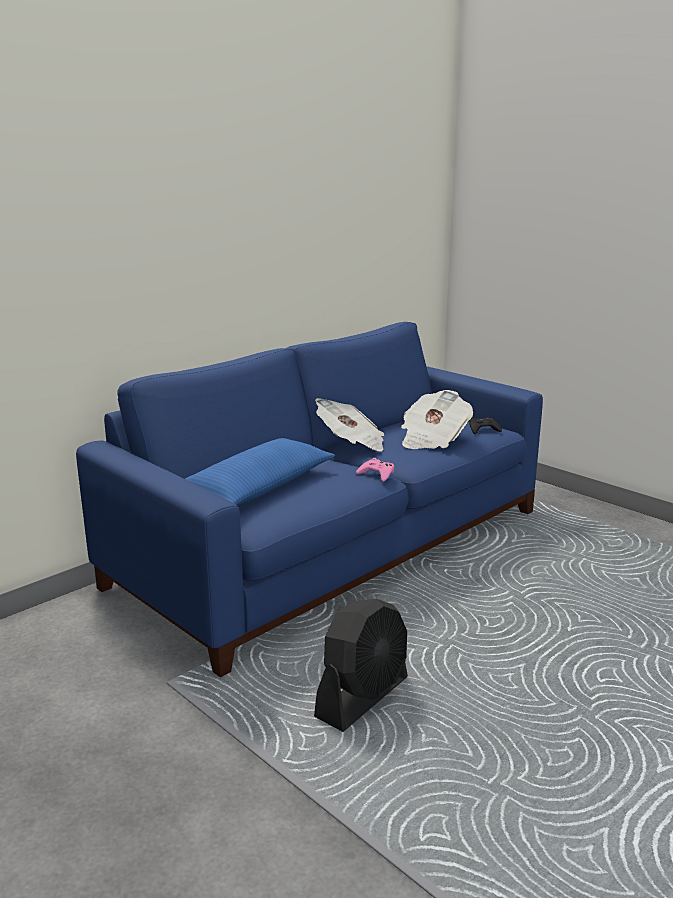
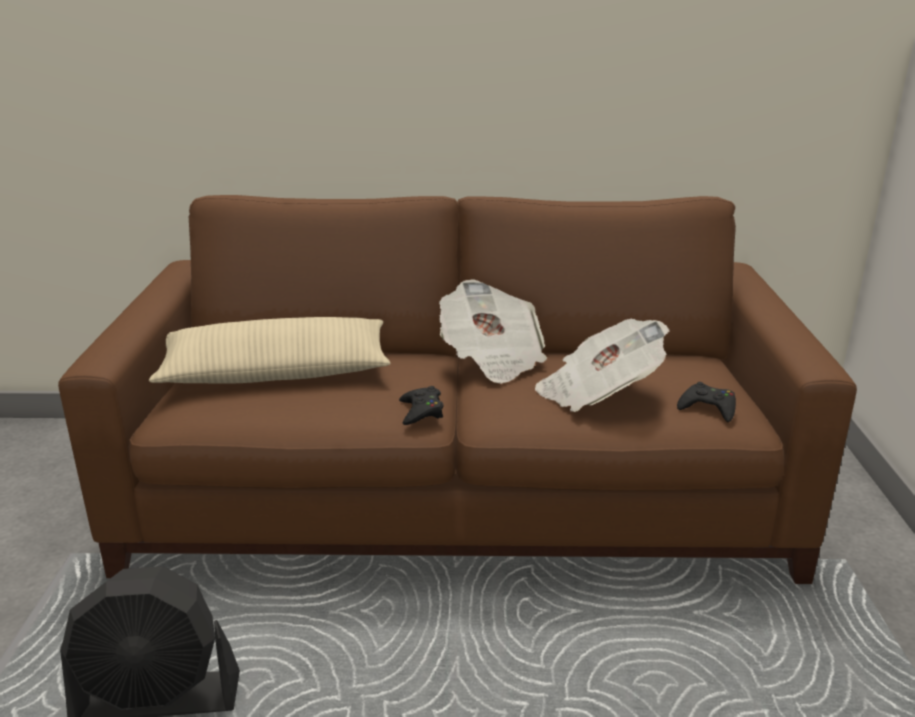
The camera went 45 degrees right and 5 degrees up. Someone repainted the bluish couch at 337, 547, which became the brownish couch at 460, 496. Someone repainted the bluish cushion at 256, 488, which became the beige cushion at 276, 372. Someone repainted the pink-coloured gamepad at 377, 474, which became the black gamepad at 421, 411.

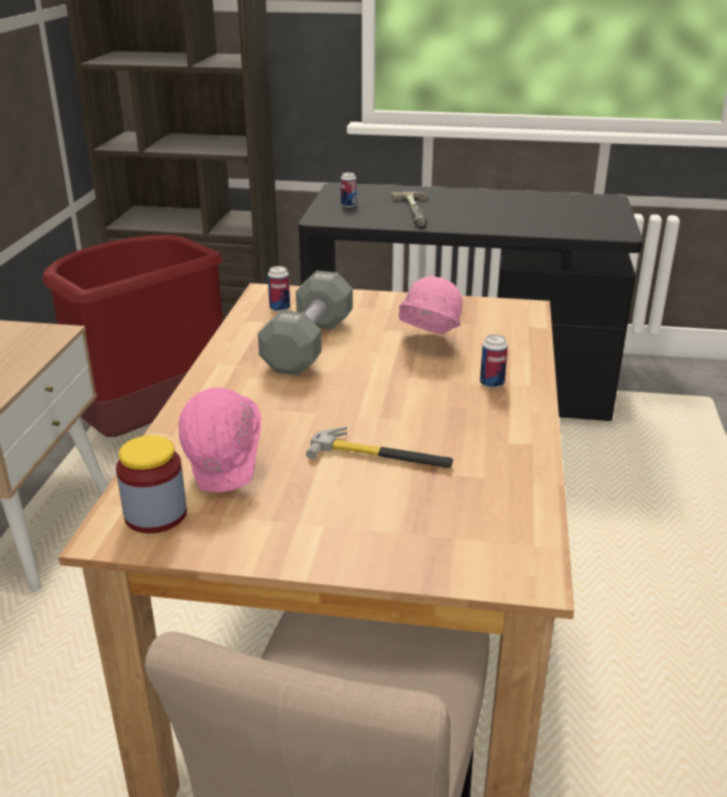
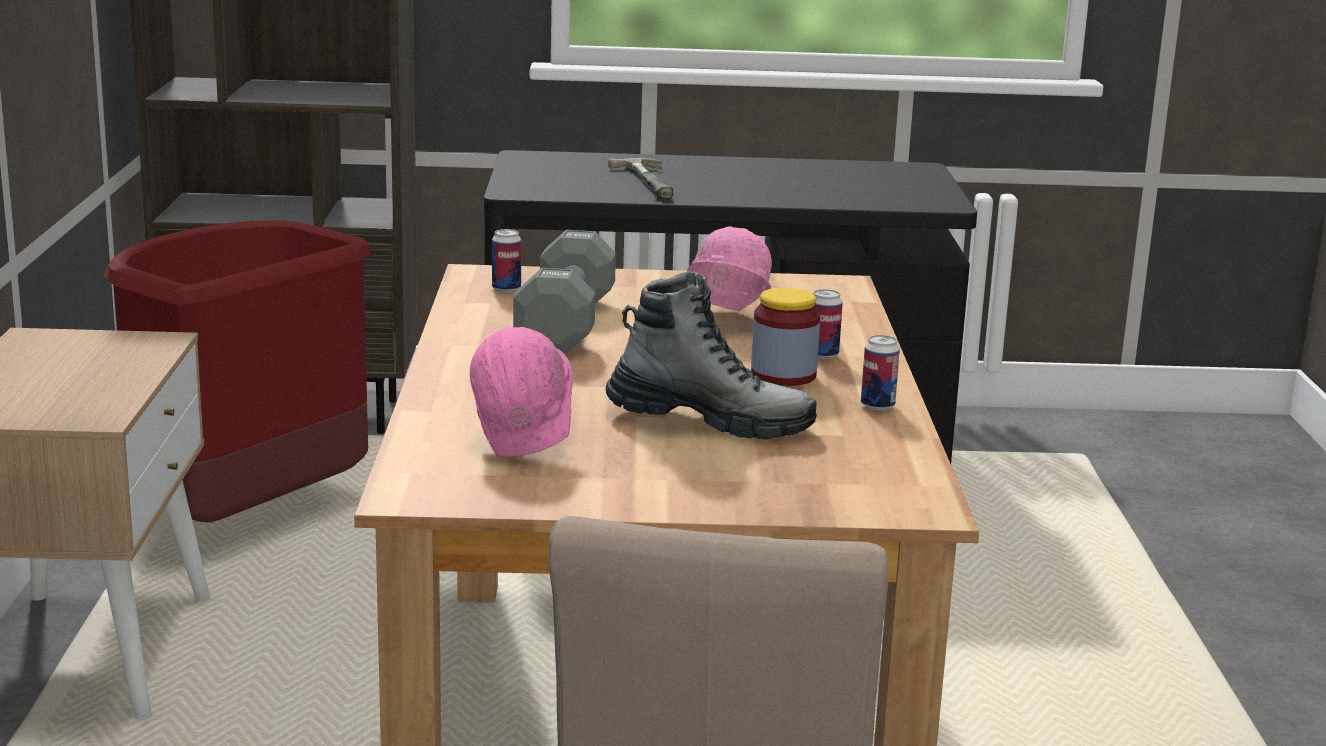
The camera went 10 degrees left and 10 degrees down. Someone swapped the hand hammer at 381, 456 for the tall boot at 710, 421. Someone carried the preserve jar from 155, 515 to 783, 375. Someone carried the can from 348, 205 to 877, 405.

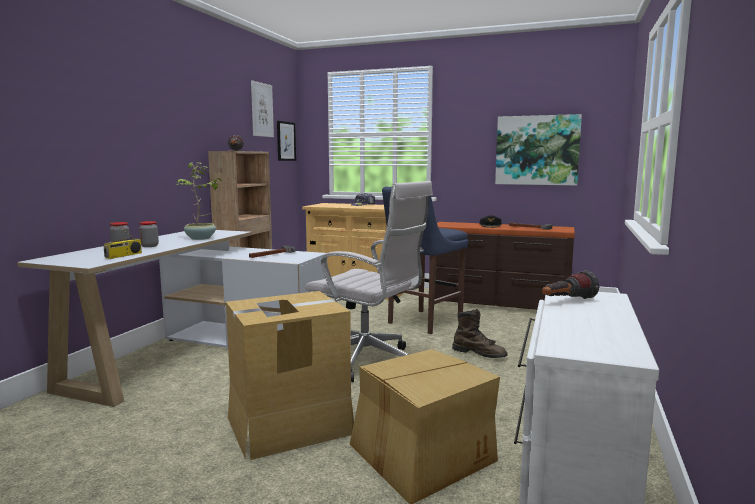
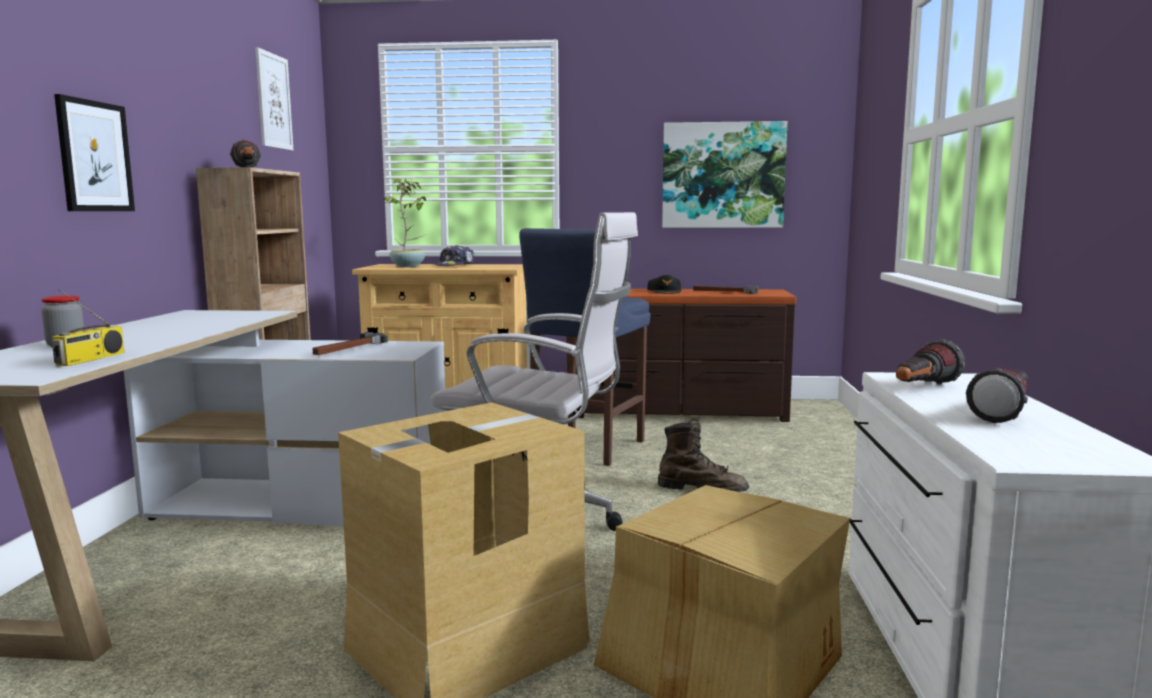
The camera went 15 degrees left and 0 degrees up. Someone carried the picture from 286, 141 to 94, 156. Someone carried the plant in a pot from 201, 238 to 408, 266. Someone put down the flashlight at 1004, 413. Someone took away the preserve jar at 149, 246.

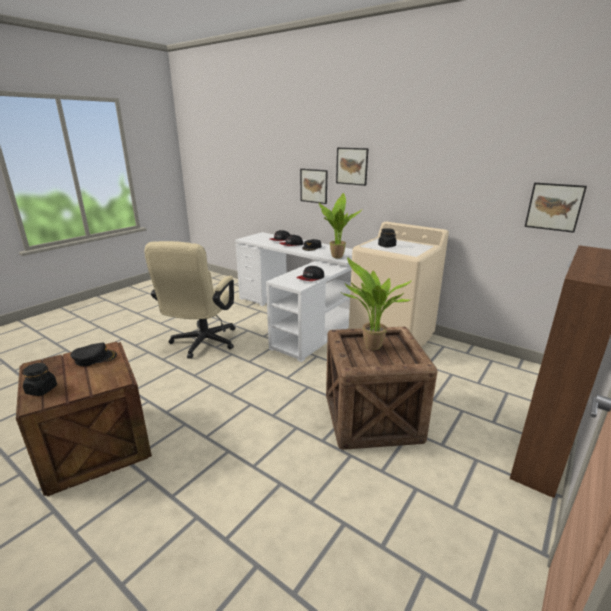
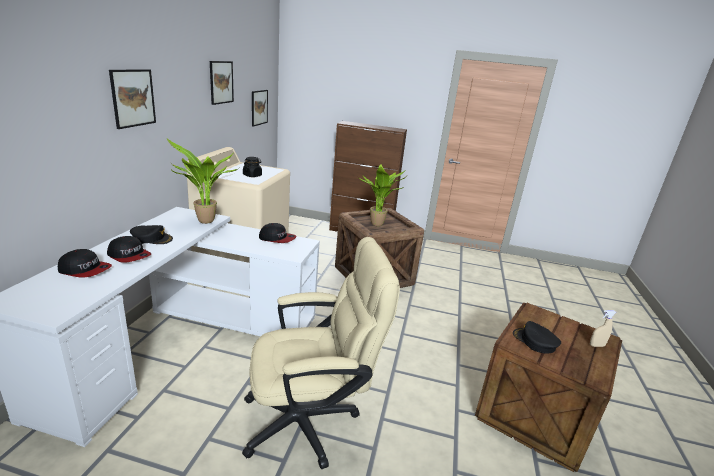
The camera went 115 degrees left and 0 degrees up. Someone carried the picture from 313, 186 to 221, 82. Someone swapped the black preserve jar at 41, 390 for the beige sprayer at 596, 345.

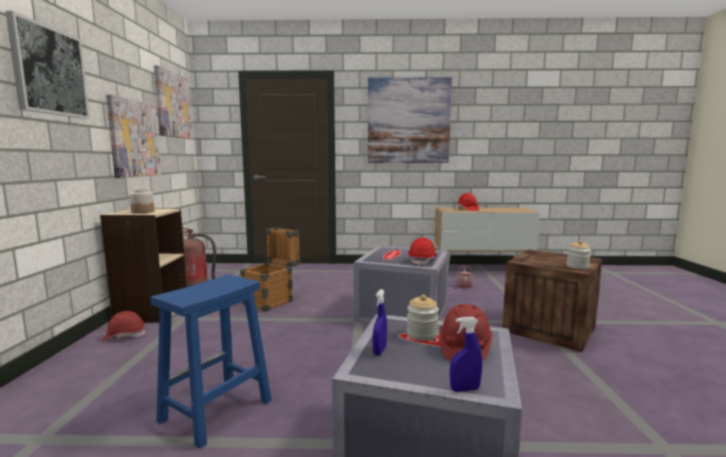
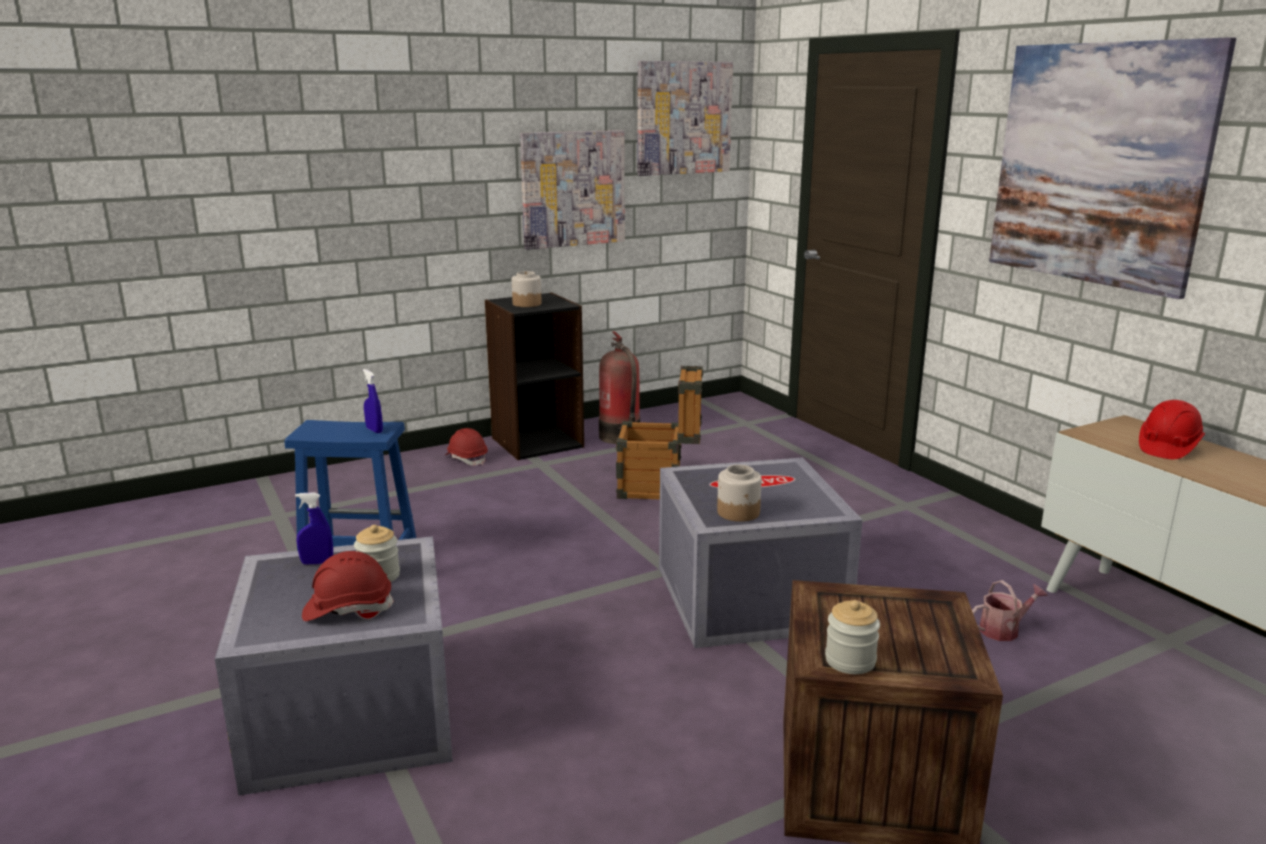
The camera went 60 degrees right and 10 degrees up. Someone carried the bluish sprayer from 465, 389 to 374, 430. Someone repainted the beige bookcase at 151, 312, which became the black bookcase at 537, 442. Someone swapped the red safety helmet at 422, 261 for the preserve jar at 739, 512. Someone took away the picture at 49, 71.

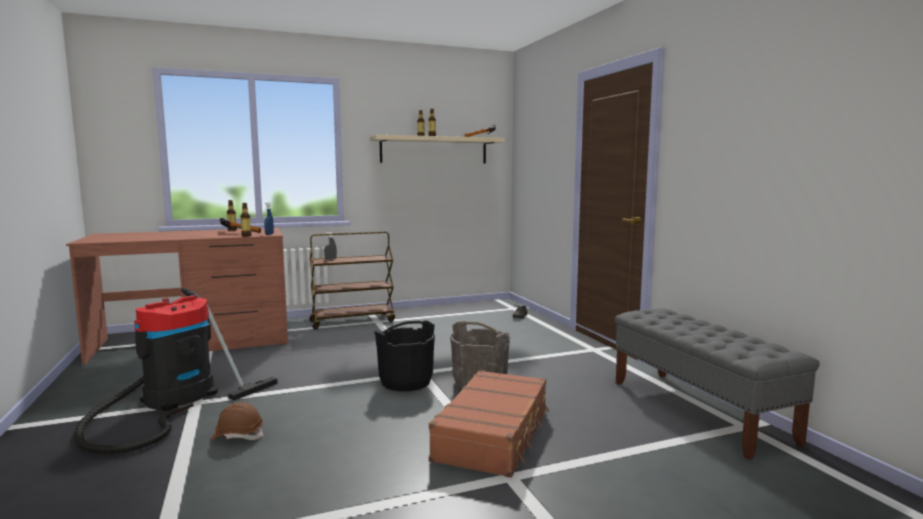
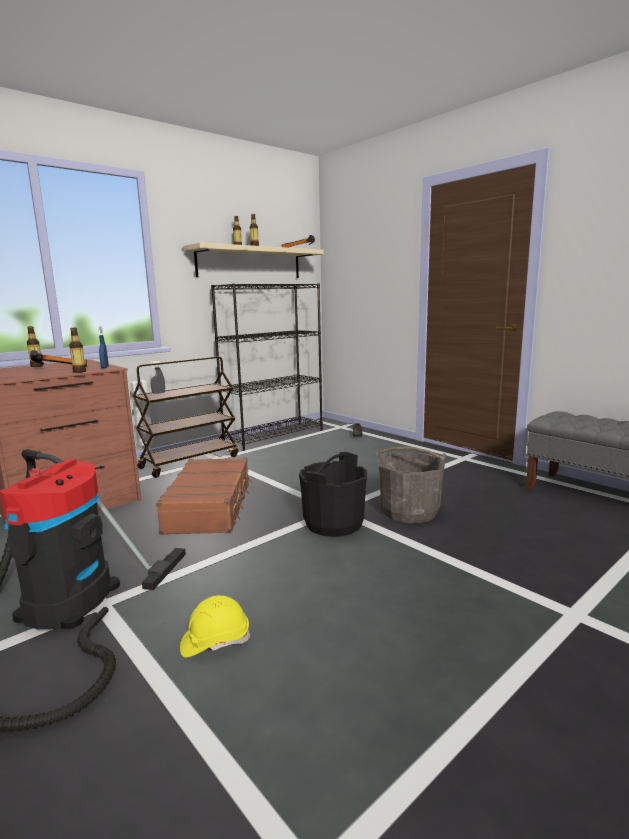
The camera went 20 degrees left and 5 degrees up. Someone carried the brownish travel case from 494, 434 to 210, 507. Someone repainted the brownish safety helmet at 237, 436, which became the yellowish safety helmet at 215, 641. Someone put down the black bookcase at 274, 436.

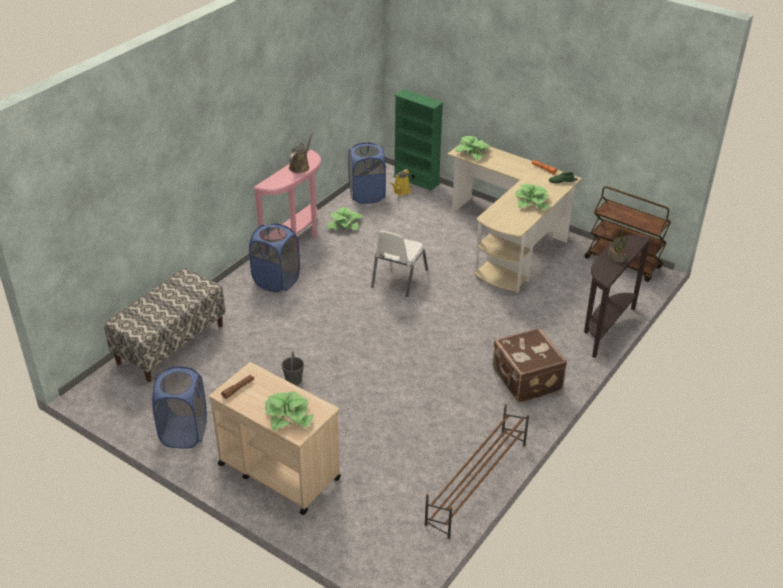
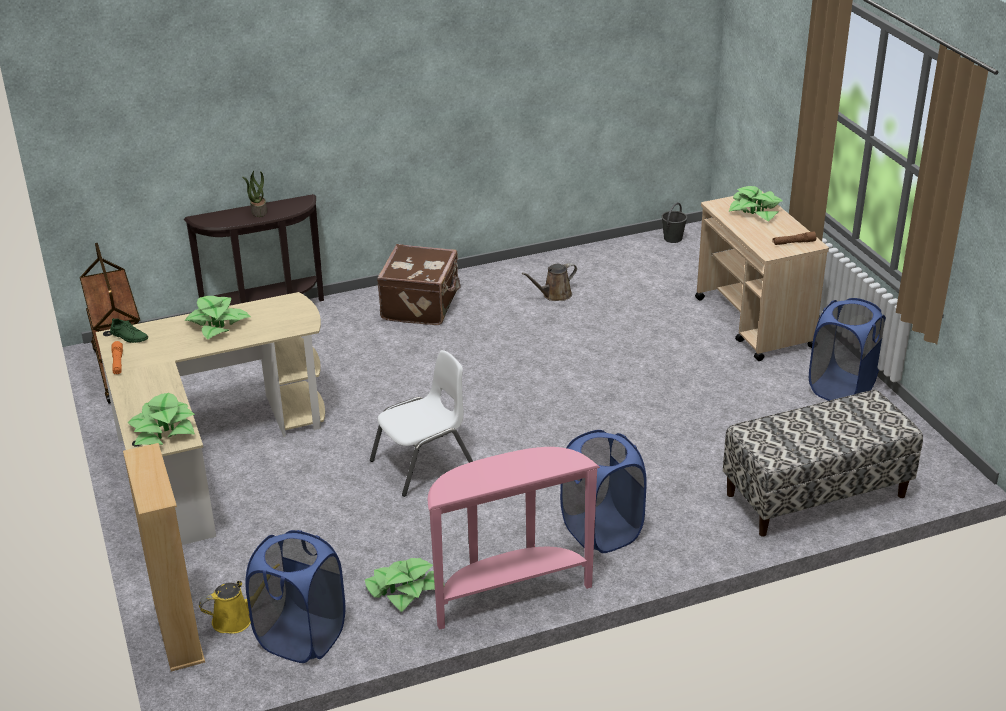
The camera went 145 degrees left and 5 degrees down. Someone repainted the green-coloured bookcase at 416, 180, which became the beige bookcase at 178, 633. Someone carried the brownish sprinkling can from 300, 166 to 554, 295. Someone carried the greyish bucket from 293, 380 to 672, 238. Someone took away the brownish shoe rack at 476, 484.

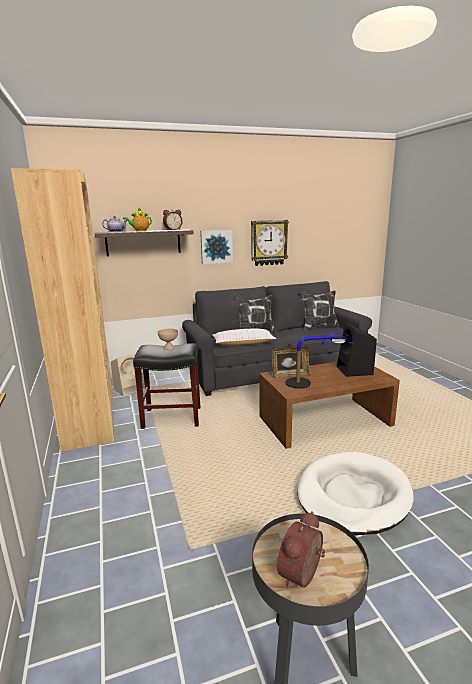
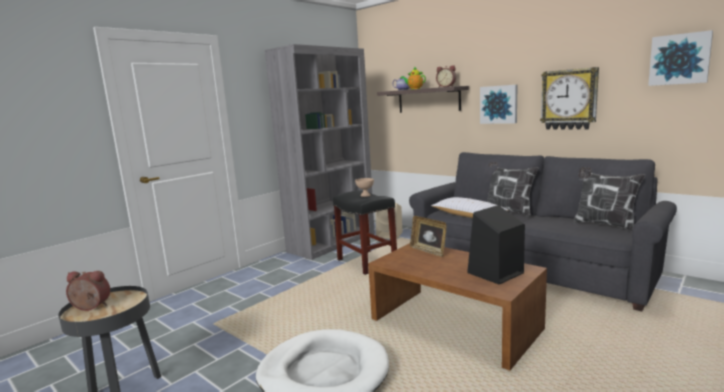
The camera went 60 degrees right and 5 degrees down. Someone repainted the brownish bookcase at 90, 418, which became the greyish bookcase at 332, 242. Someone put up the picture at 679, 59. Someone took away the table lamp at 311, 382.

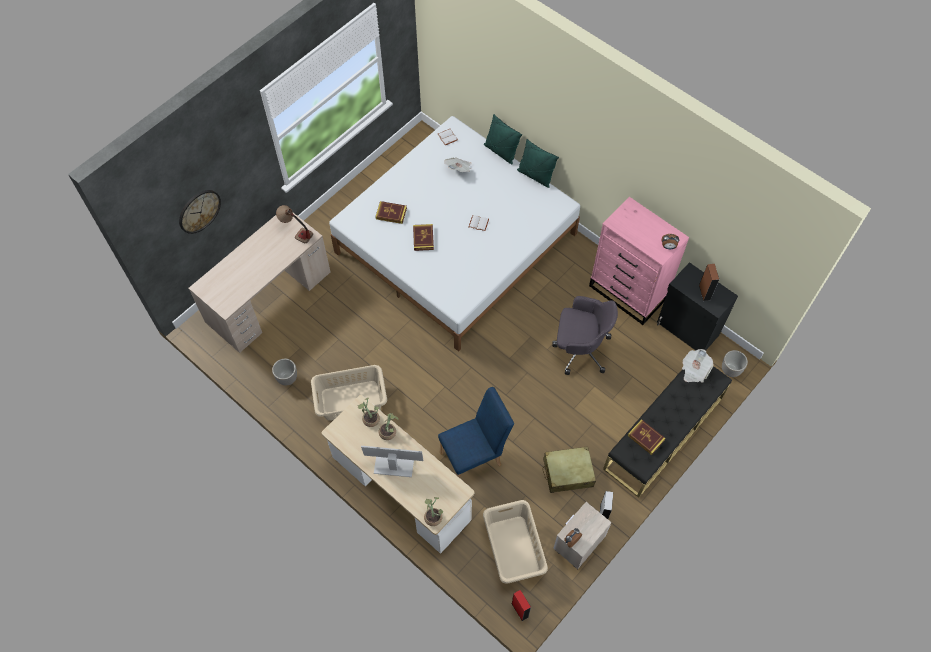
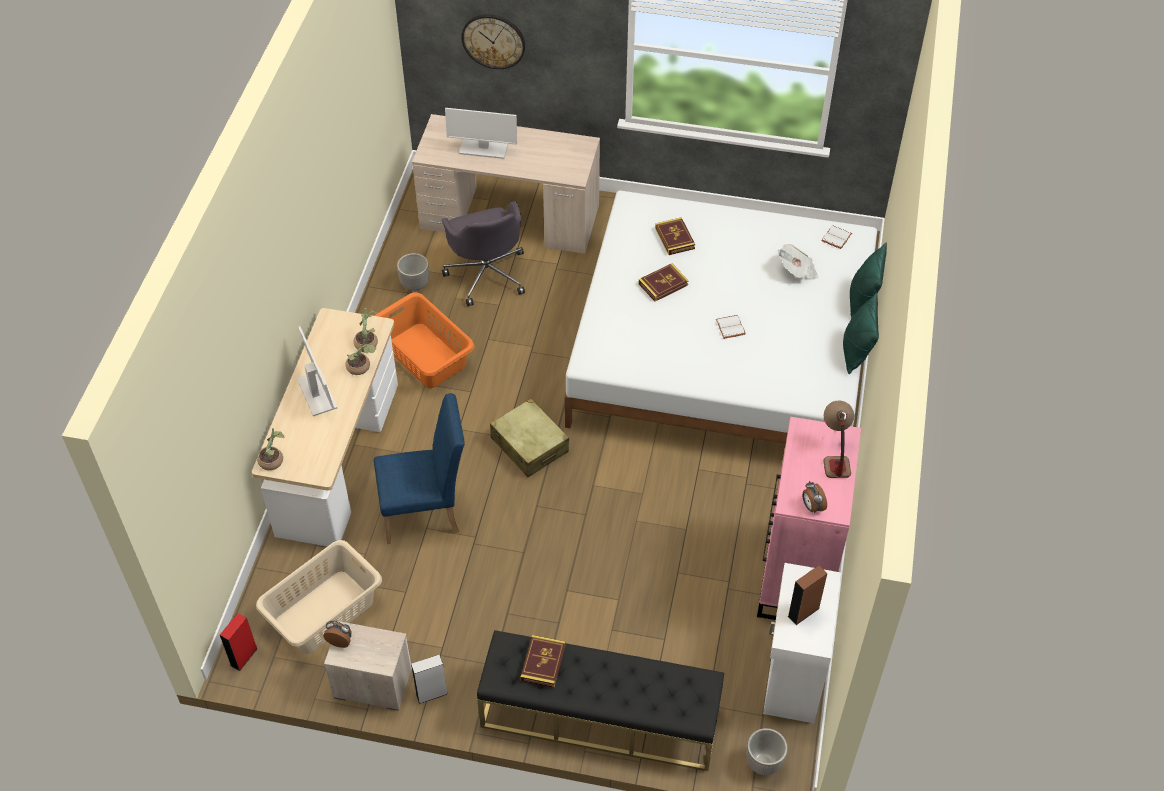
The camera went 60 degrees right and 10 degrees down. Someone repainted the beige laundry basket at 350, 400, which became the orange-coloured laundry basket at 425, 355. Someone rotated the bluish chair at 475, 457 by 45 degrees counterclockwise. Someone carried the greyish computer chair from 580, 348 to 487, 274. Someone put down the computer display at 483, 149. Someone carried the beige travel case from 567, 473 to 529, 445. Someone repainted the black cupboard at 687, 329, which became the white cupboard at 792, 677. Someone carried the table lamp from 296, 232 to 834, 455. Someone took away the printed paper at 694, 370.

